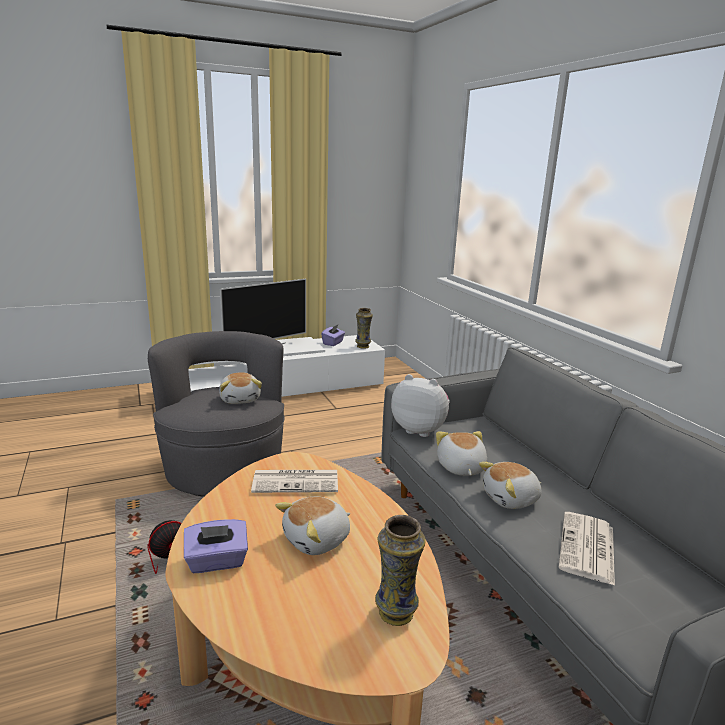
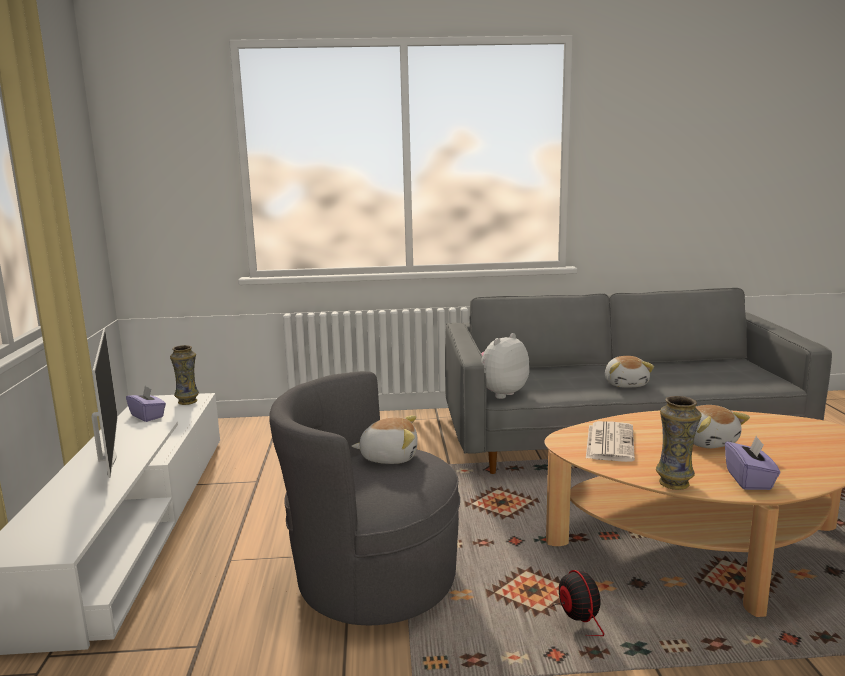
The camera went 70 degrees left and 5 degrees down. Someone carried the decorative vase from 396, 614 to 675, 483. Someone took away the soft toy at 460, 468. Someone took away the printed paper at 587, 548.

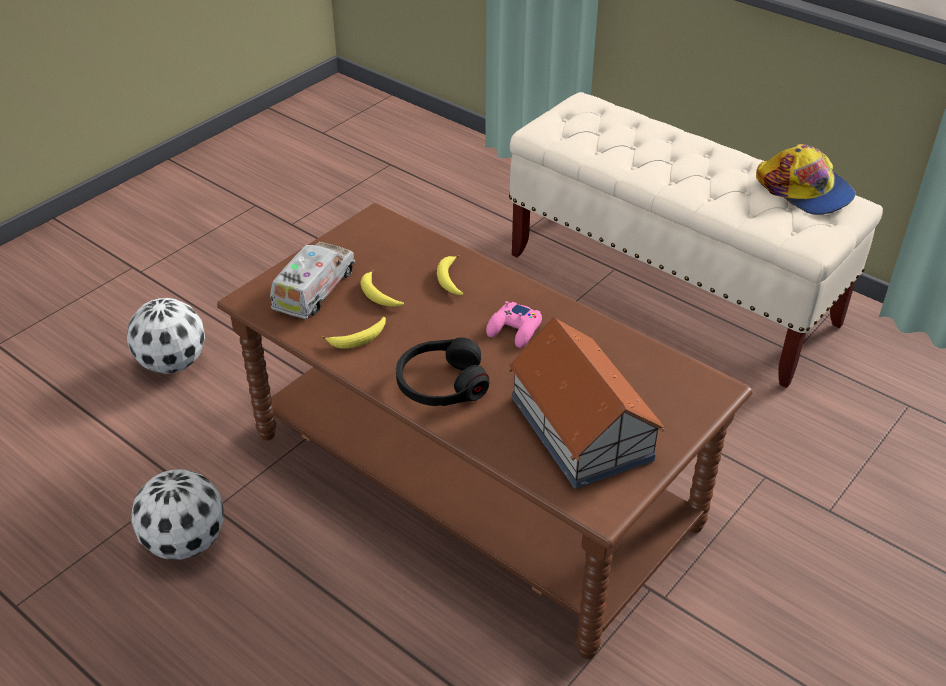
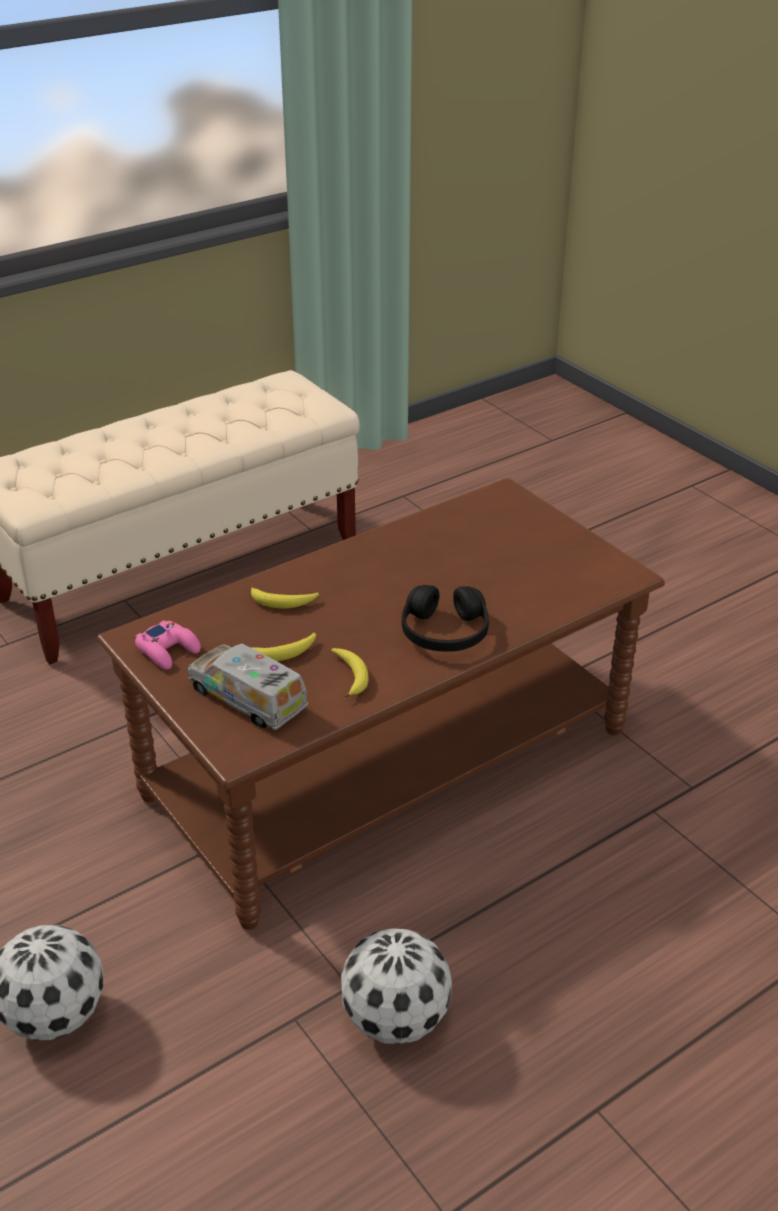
The camera went 75 degrees left and 5 degrees down. Someone carried the pink-coloured gamepad from 514, 330 to 168, 650. Someone took away the model house at 581, 429. Someone took away the peaked cap at 805, 190.

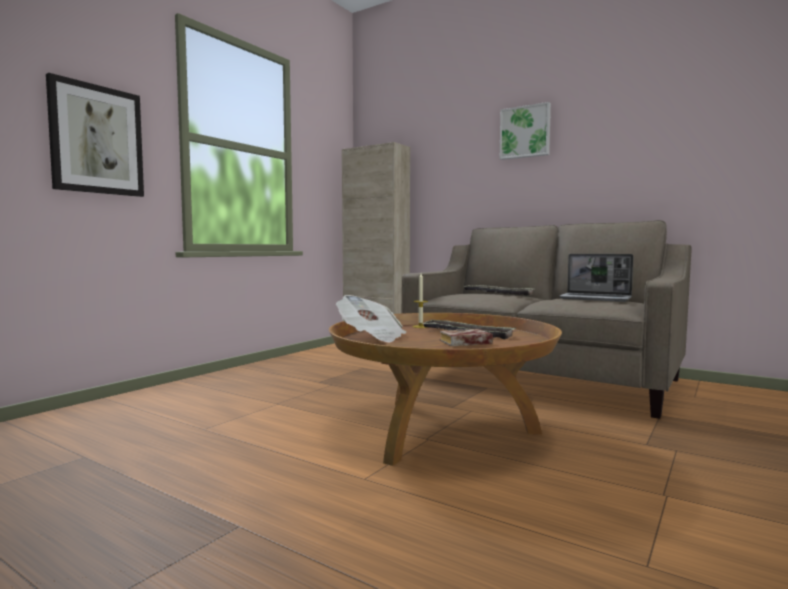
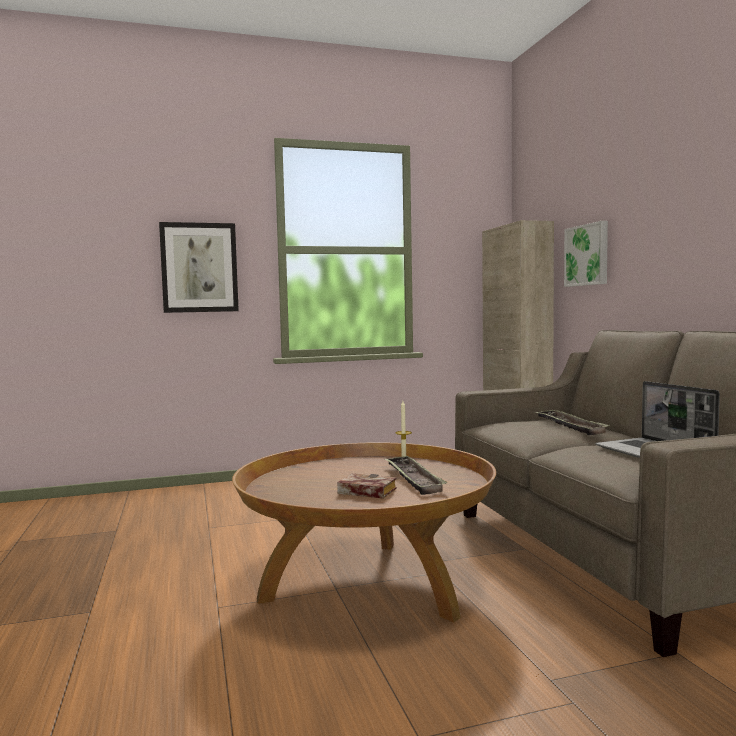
The camera went 40 degrees right and 0 degrees up. Someone carried the picture from 525, 132 to 587, 255. Someone took away the printed paper at 371, 337.

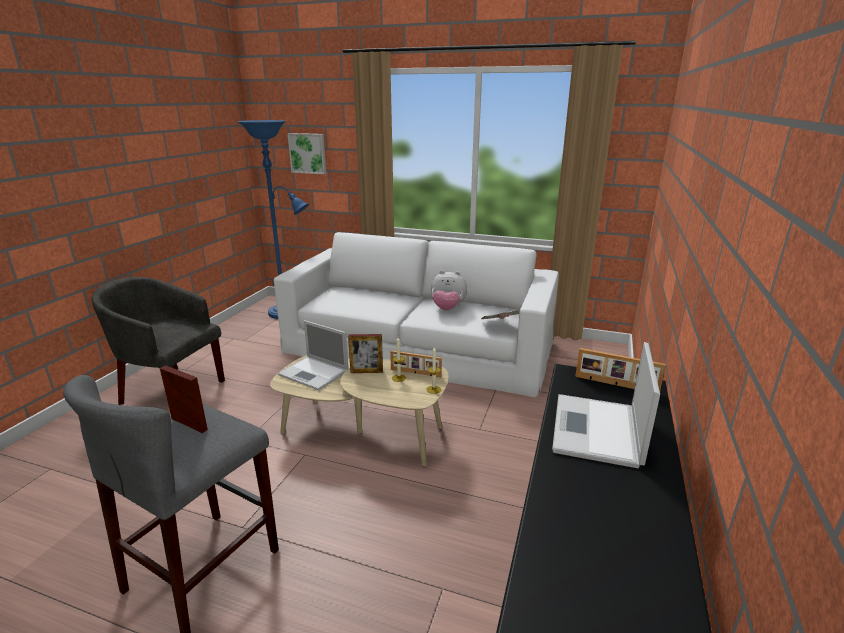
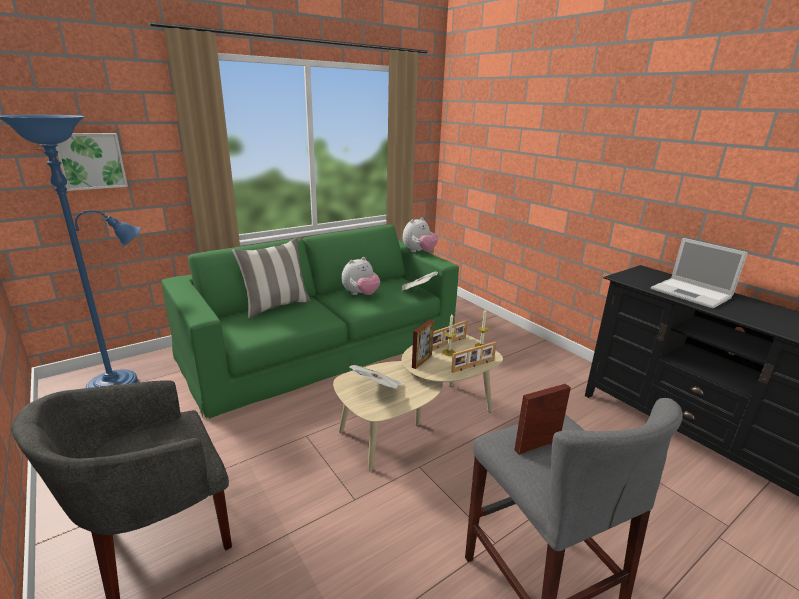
The camera went 55 degrees left and 0 degrees up. Someone repainted the white couch at 419, 347, which became the green-coloured couch at 323, 345. Someone put down the cushion at 276, 306. Someone swapped the portable computer at 314, 373 for the printed paper at 378, 389. Someone put down the soft toy at 419, 252. Someone carried the photo frame from 616, 385 to 473, 366.

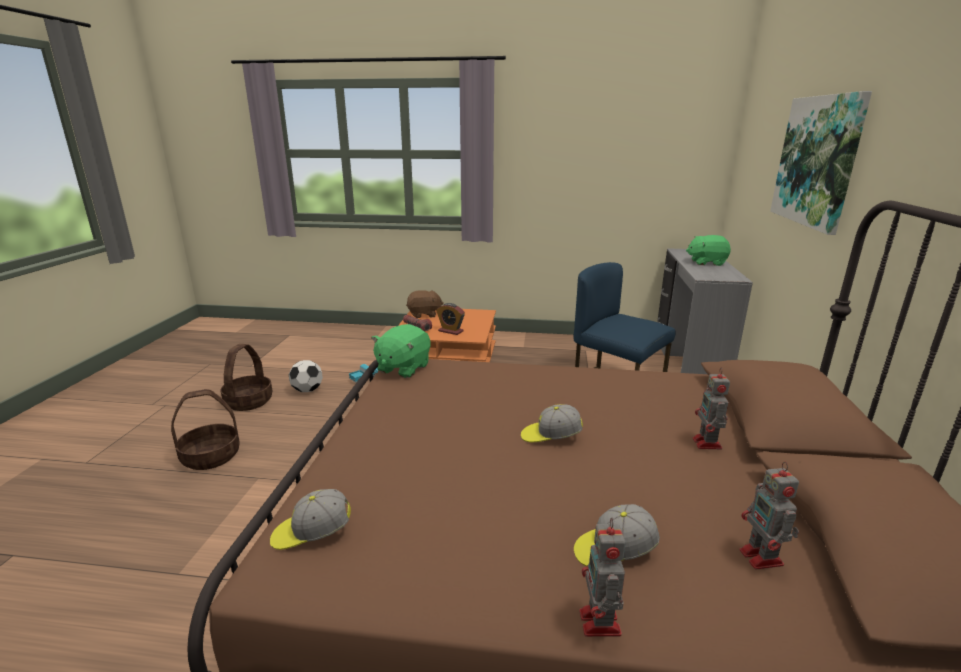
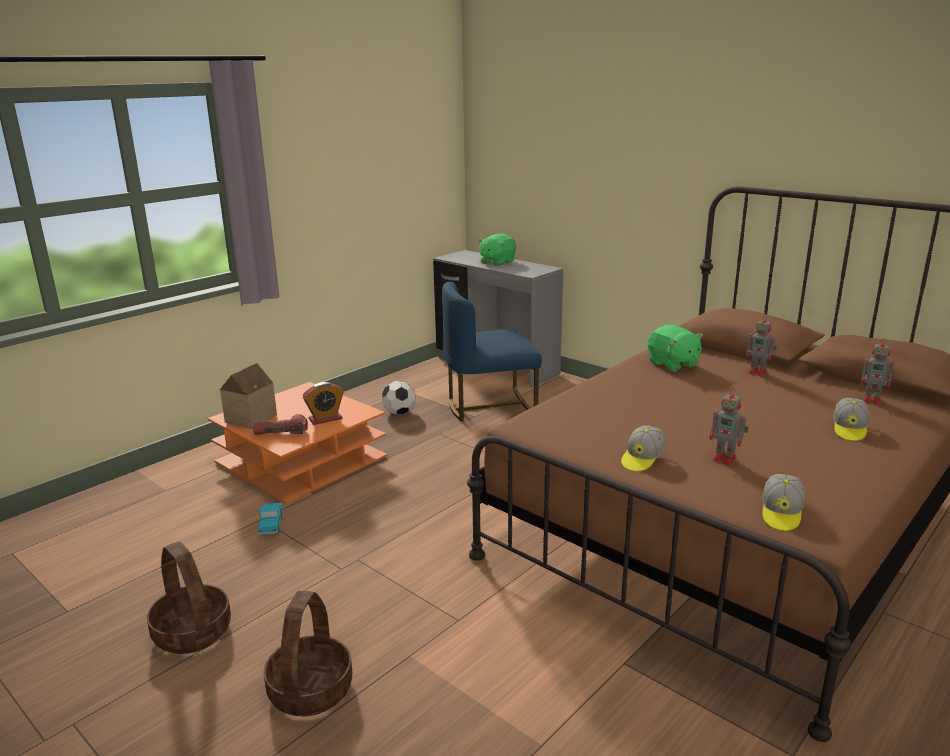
The camera went 55 degrees left and 0 degrees up. Someone swapped the brownish soft toy at 424, 314 for the model house at 249, 418. Someone carried the football ball from 307, 390 to 399, 413. Someone carried the peaked cap from 551, 436 to 642, 459. Someone carried the green-coloured soft toy from 403, 368 to 672, 364. Someone carried the toy robot from 600, 624 to 726, 459. Someone took away the picture at 817, 161.

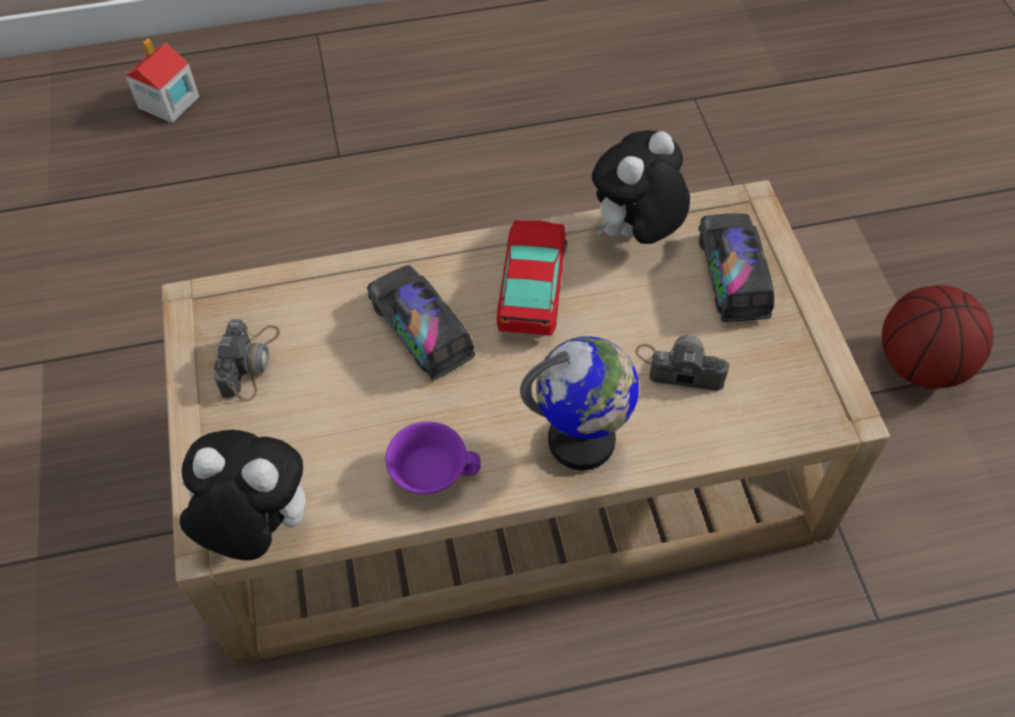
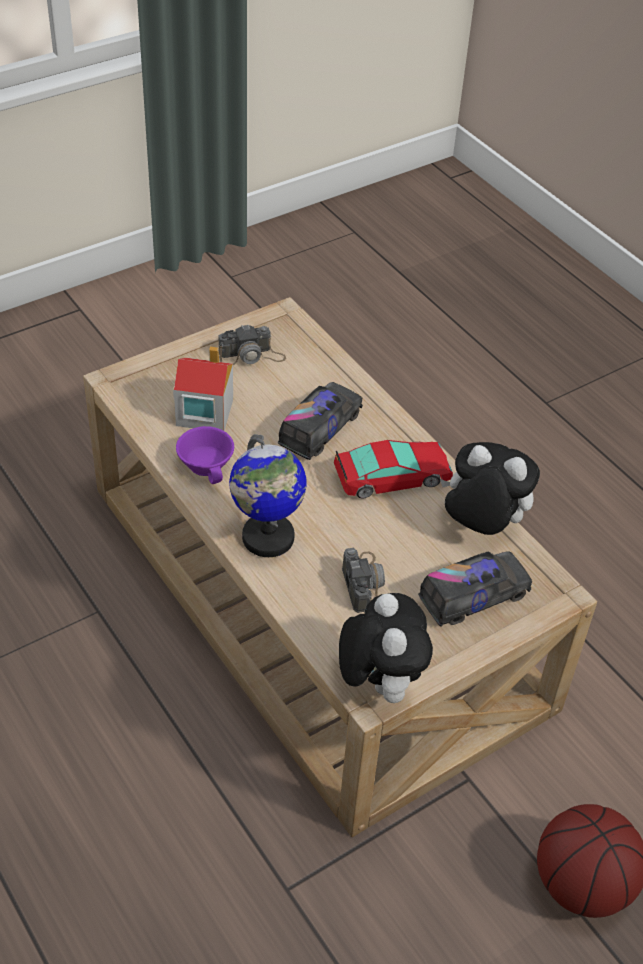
The camera went 65 degrees right and 10 degrees down. Someone carried the model house from 168, 103 to 203, 412. Someone carried the soft toy from 256, 528 to 379, 682.

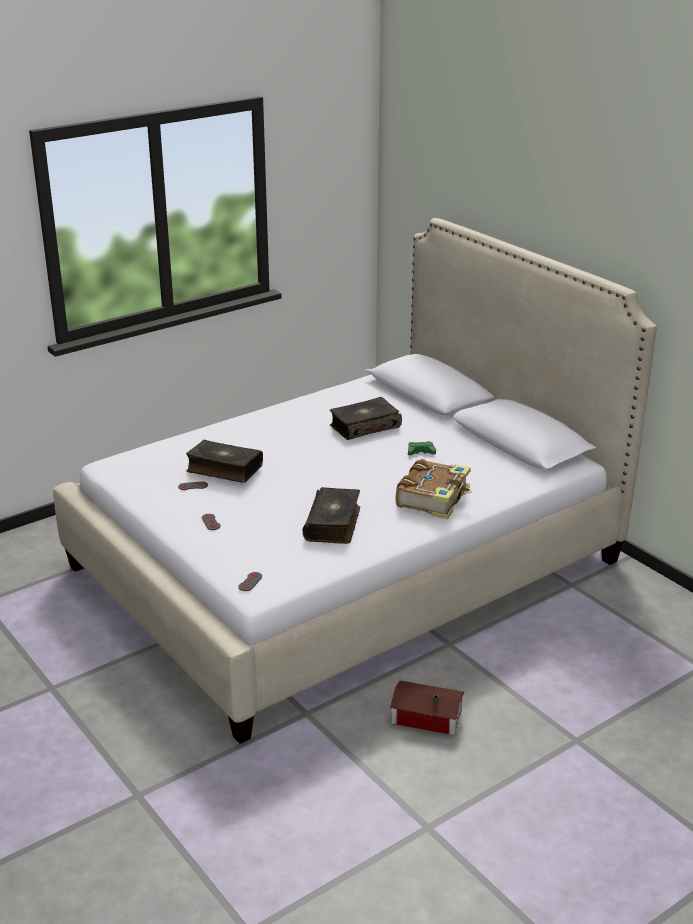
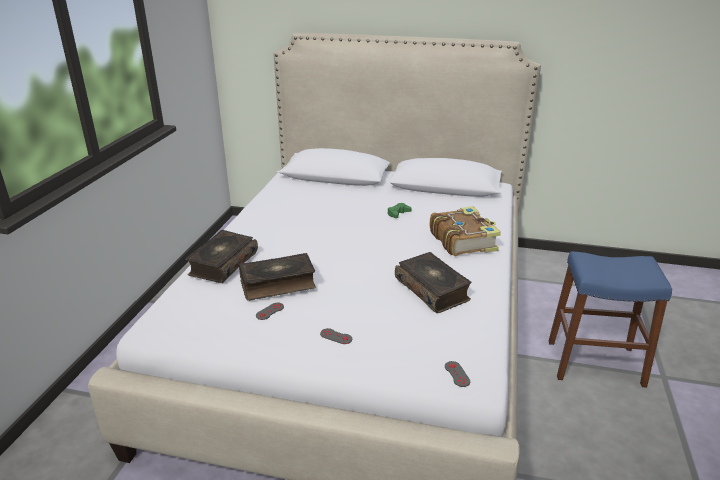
The camera went 40 degrees left and 0 degrees up. Someone carried the volume from 364, 426 to 222, 264. Someone put down the bluish stool seat at 595, 363. Someone took away the model house at 425, 715.

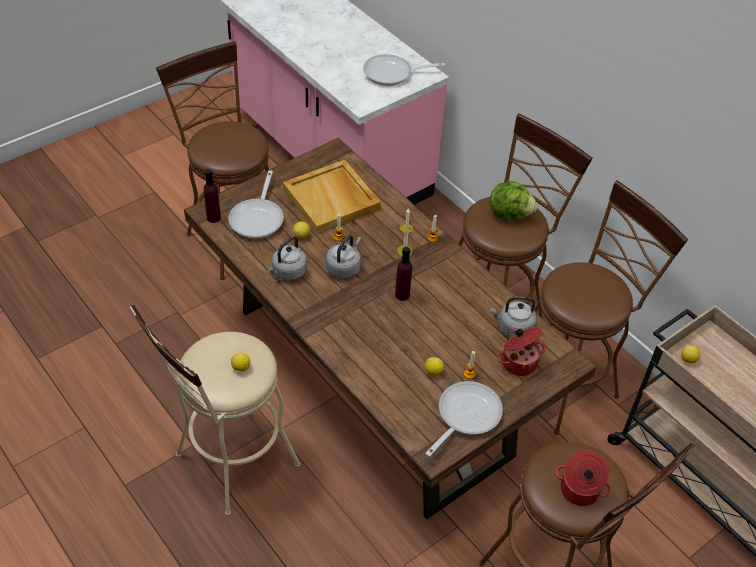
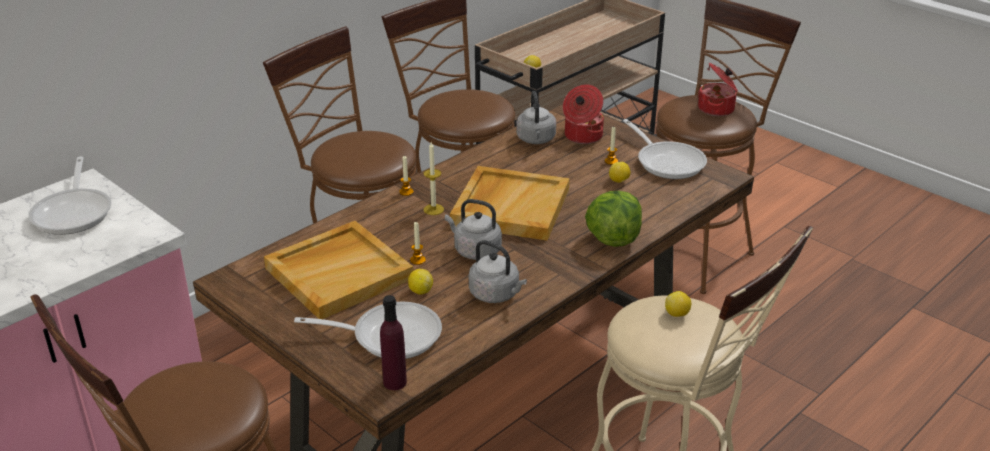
The camera went 95 degrees left and 15 degrees down. Someone swapped the purple beverage bottle at 402, 295 for the beige carrying tray at 510, 206. Someone carried the head of lettuce from 509, 213 to 612, 239. Someone rotated the skillet at 465, 416 by 150 degrees counterclockwise.

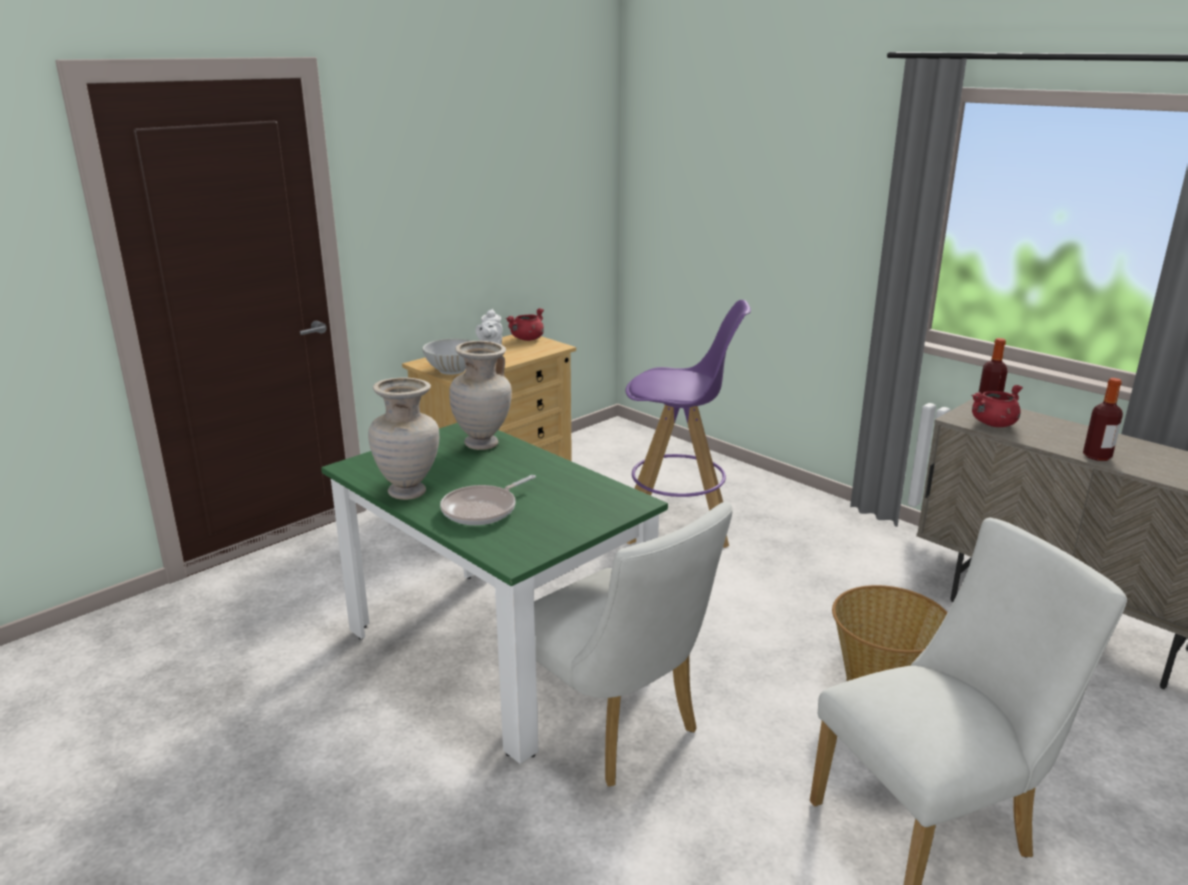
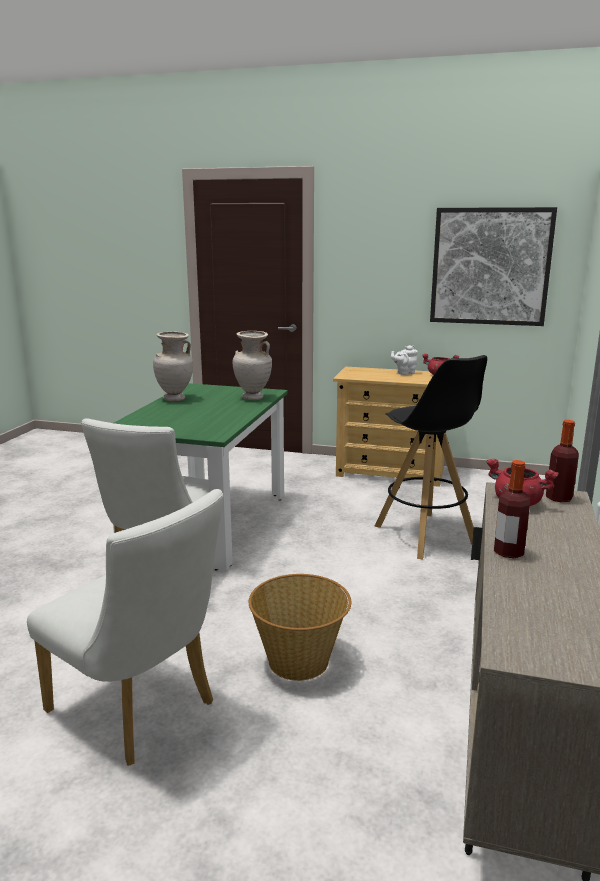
The camera went 60 degrees right and 5 degrees down. Someone repainted the purple stool seat at 678, 525, which became the black stool seat at 425, 535. Someone put up the picture at 490, 266. Someone took away the white serving bowl at 452, 370. Someone took away the skillet at 483, 509.

